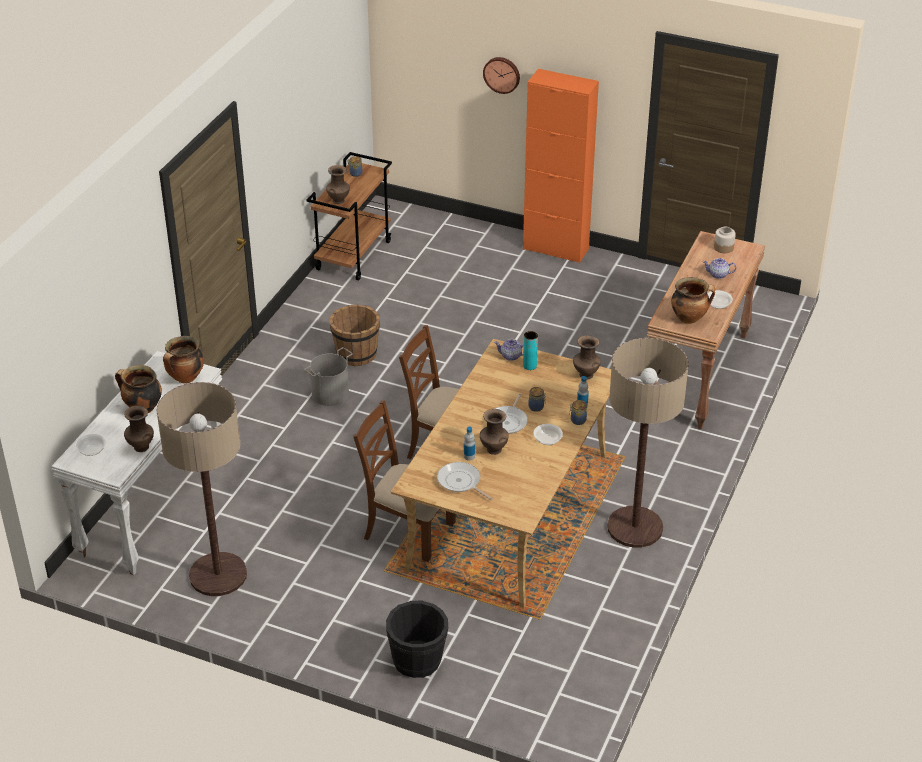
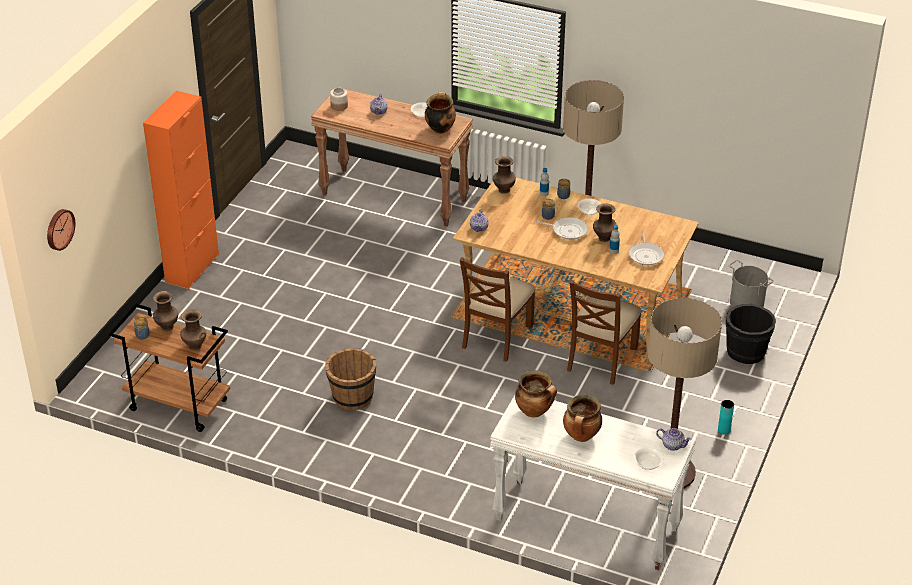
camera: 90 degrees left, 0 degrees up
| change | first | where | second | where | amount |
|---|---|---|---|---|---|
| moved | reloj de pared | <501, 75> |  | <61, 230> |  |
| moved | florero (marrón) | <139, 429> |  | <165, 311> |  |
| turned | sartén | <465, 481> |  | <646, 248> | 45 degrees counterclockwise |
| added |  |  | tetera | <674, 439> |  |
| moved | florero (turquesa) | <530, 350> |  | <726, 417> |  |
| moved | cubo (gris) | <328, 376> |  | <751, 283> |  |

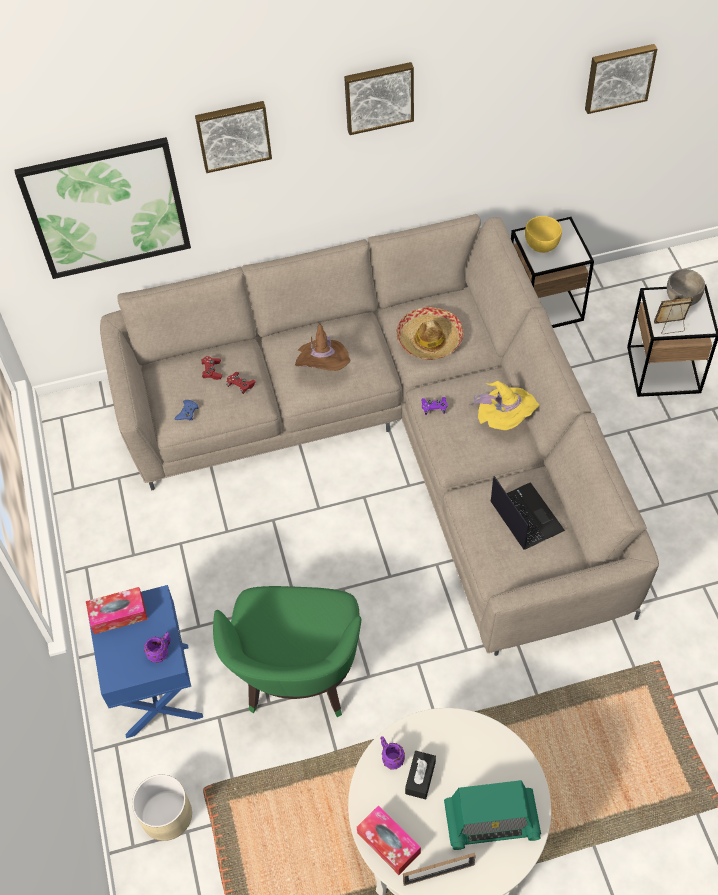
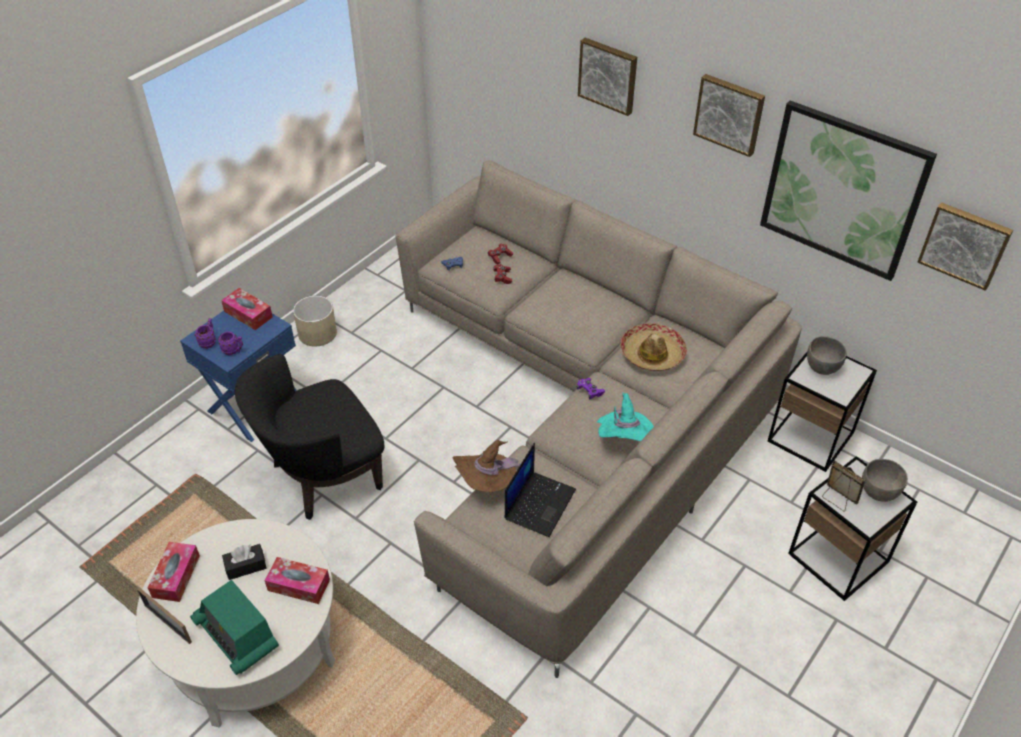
camera: 50 degrees right, 10 degrees down
| change | first | where | second | where | amount |
|---|---|---|---|---|---|
| moved | taza grande (morado) | <392, 753> |  | <205, 333> |  |
| recoloured | sillón (verde) | <287, 651> | sillón (negro) | <309, 437> |  |
| added |  |  | caja de pañuelos | <297, 580> |  |
| moved | maceta (beis) | <162, 807> |  | <315, 321> |  |
| moved | sombrero (marrón) | <322, 347> |  | <487, 466> |  |
| recoloured | sombrero (amarillo) | <504, 405> | sombrero (turquesa) | <625, 417> |  |
| moved | cuadro | <103, 208> |  | <848, 190> |  |
| recoloured | cuenco (amarillo) | <543, 234> | cuenco (gris) | <827, 355> |  |

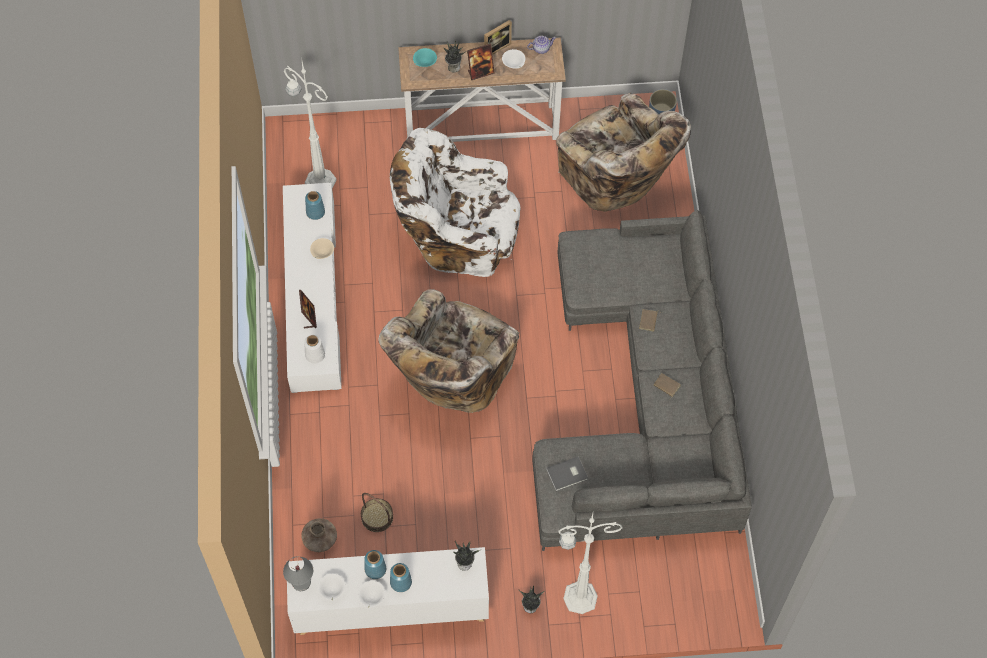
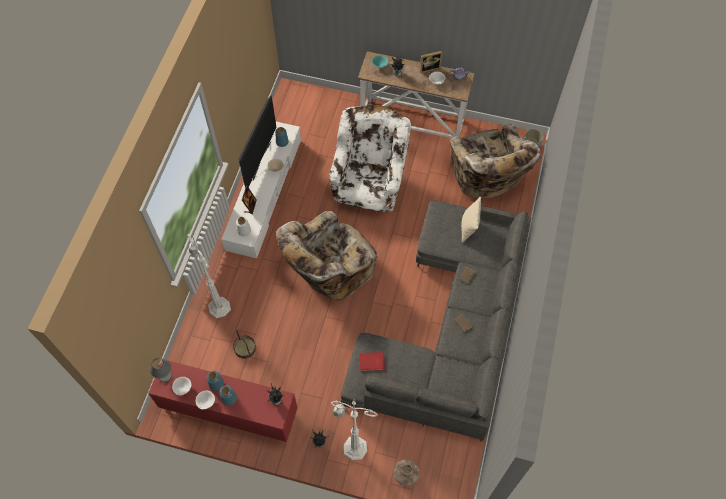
camera: 20 degrees right, 0 degrees up
| change | first | where | second | where | amount |
|---|---|---|---|---|---|
| recoloured | armario (blanco) | <387, 591> | armario (rojo) | <223, 401> |  |
| moved | lámpara de pie (blanco) | <310, 123> |  | <209, 276> |  |
| added |  |  | televisor | <257, 142> |  |
| turned | sillón (blanco) | <455, 202> |  | <370, 159> | 75 degrees clockwise |
| recoloured | libro (gris) | <567, 473> | libro (rojo) | <372, 361> |  |
| moved | florero (marrón) | <319, 535> |  | <407, 472> |  |
| added |  |  | cojín (beis) | <471, 219> |  |
| removed | portarretratos | <481, 61> |  |  |  |

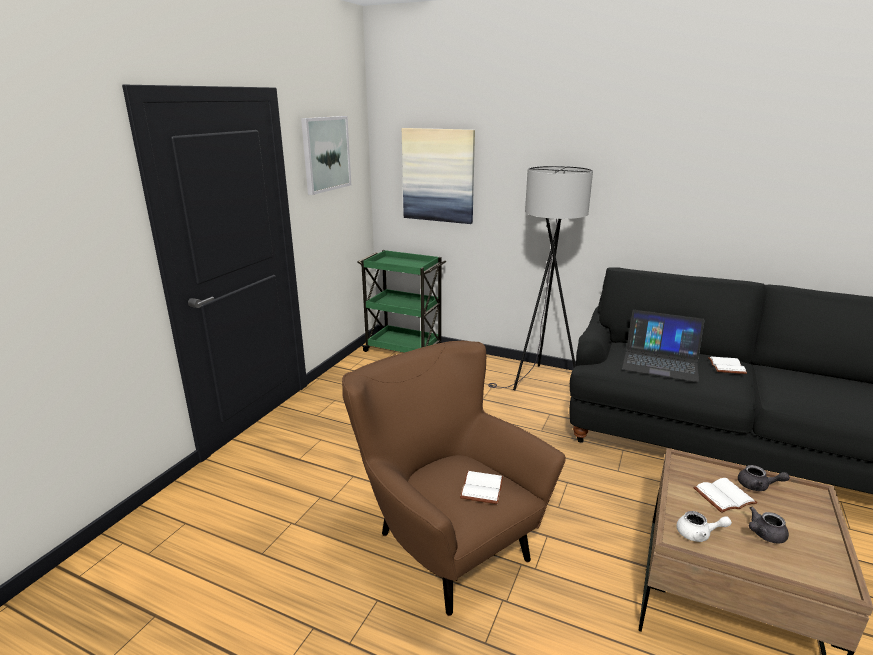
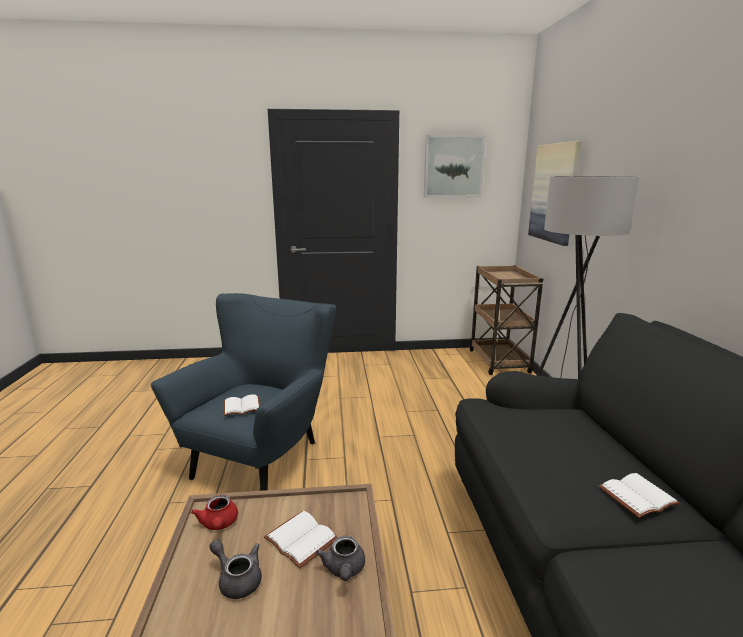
camera: 60 degrees right, 5 degrees down
| change | first | where | second | where | amount |
|---|---|---|---|---|---|
| recoloured | sillón (marrón) | <454, 478> | sillón (azul) | <243, 392> |  |
| recoloured | tetera (blanco) | <704, 526> | tetera (rojo) | <214, 512> |  |
| recoloured | carrito (verde) | <401, 301> | carrito (marrón) | <506, 320> |  |
| removed | portátil | <663, 346> |  |  |  |

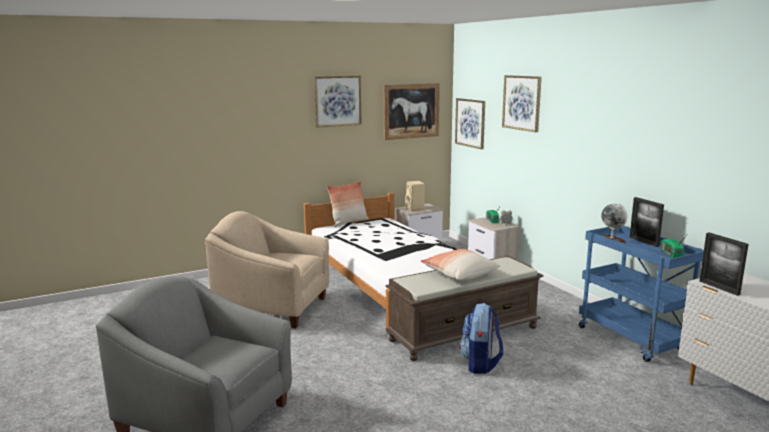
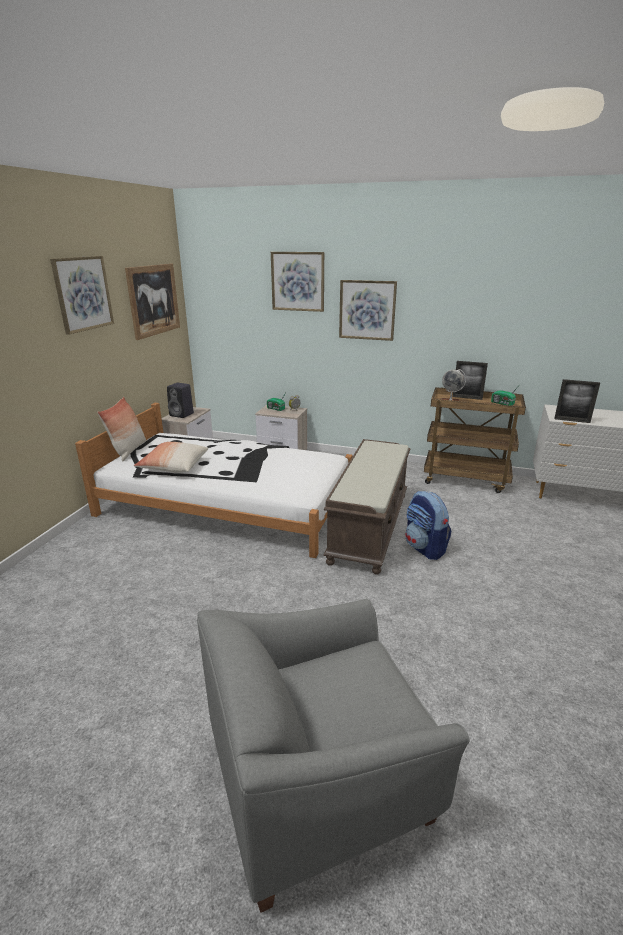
camera: 45 degrees left, 10 degrees up
| change | first | where | second | where | amount |
|---|---|---|---|---|---|
| moved | cojín | <460, 265> |  | <171, 457> |  |
| recoloured | altavoz (beis) | <415, 196> | altavoz (negro) | <180, 400> |  |
| moved | cuadro | <470, 123> |  | <368, 310> |  |
| recoloured | carrito (azul) | <641, 293> | carrito (marrón) | <475, 440> |  |
| removed | sillón (beis) | <267, 269> |  |  |  |

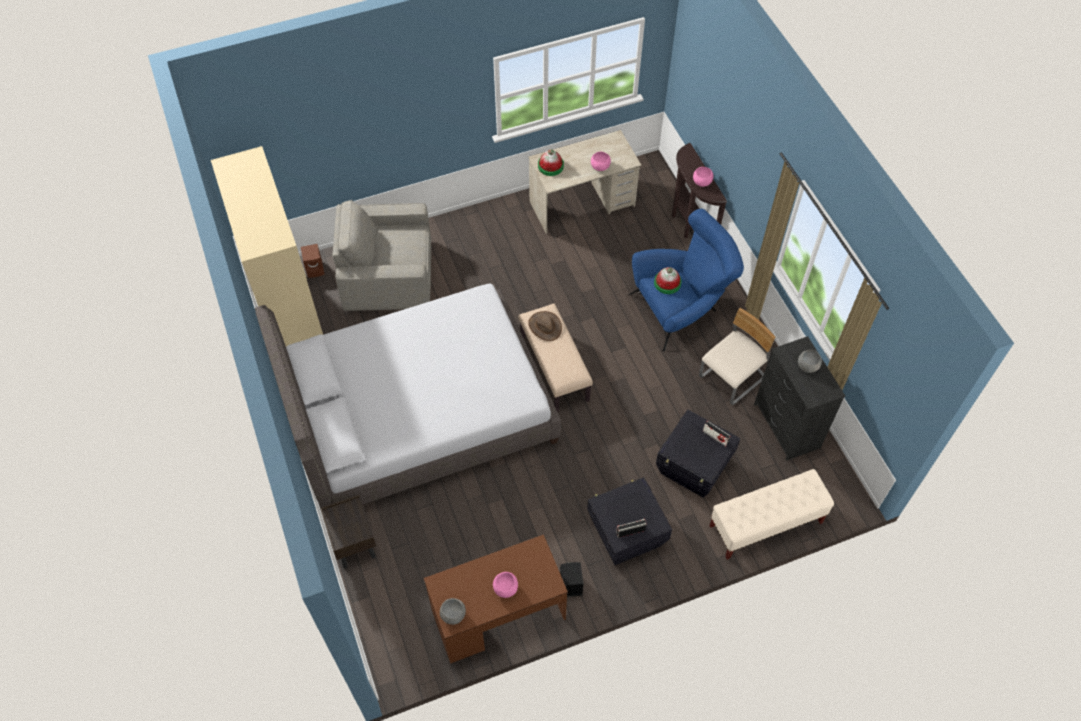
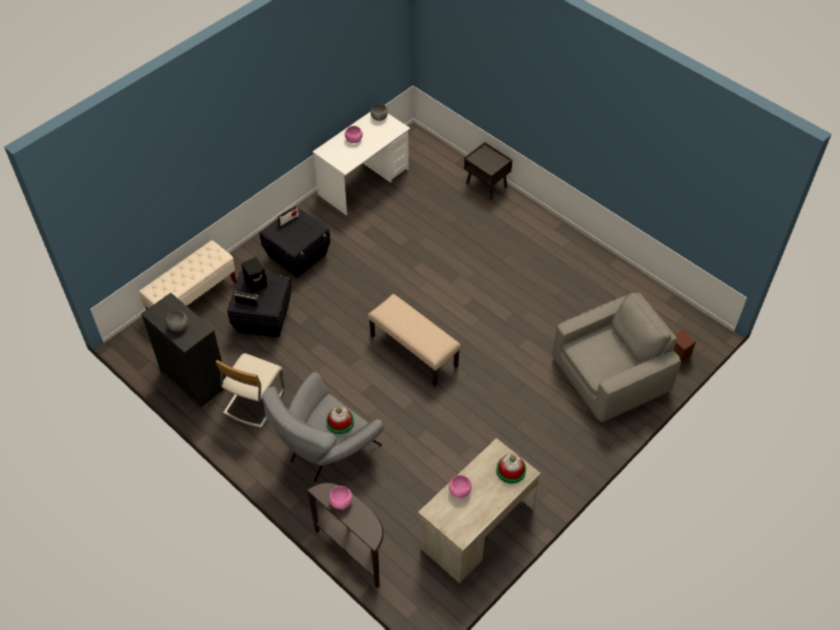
camera: 155 degrees right, 5 degrees down
| change | first | where | second | where | amount |
|---|---|---|---|---|---|
| moved | altavoz (negro) | <571, 579> |  | <254, 275> |  |
| recoloured | sillón (azul) | <686, 280> | sillón (gris) | <323, 427> |  |
| recoloured | escritorio (marrón) | <496, 599> | escritorio (blanco) | <361, 163> |  |
| removed | armario ropero (beis) | <267, 246> |  |  |  |
| removed | cama (gris) | <408, 395> |  |  |  |
| removed | sombrero (marrón) | <545, 326> |  |  |  |

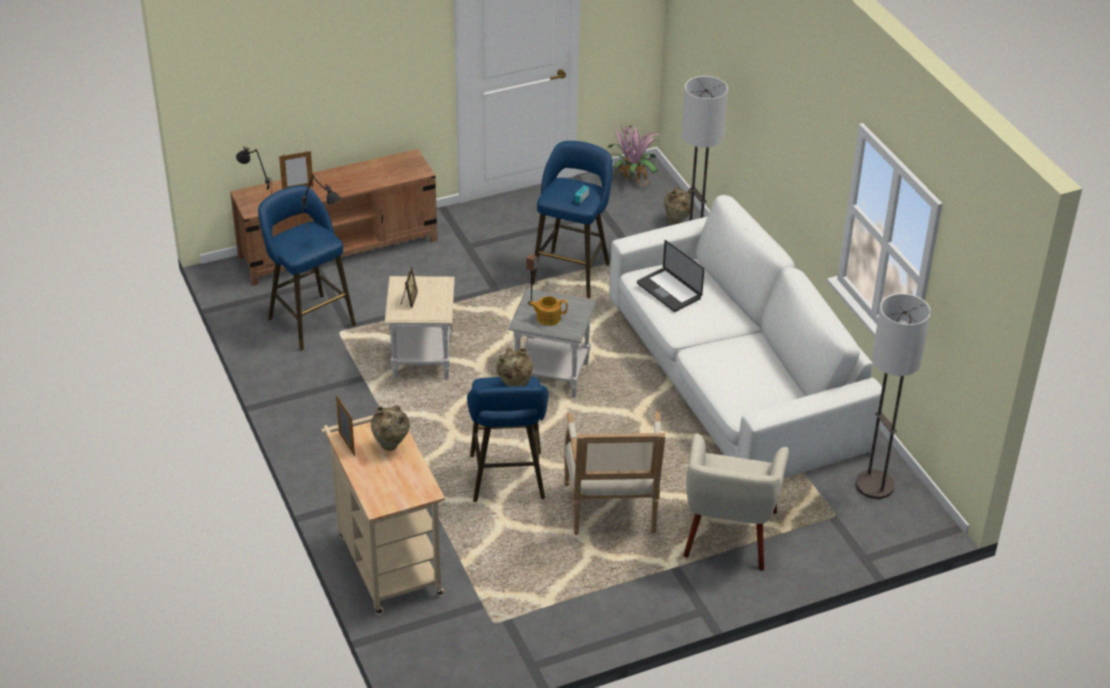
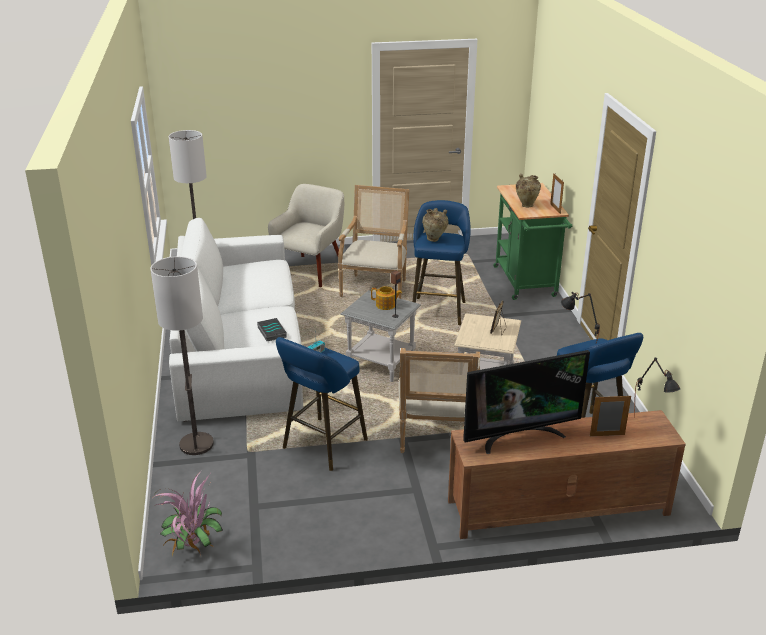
camera: 165 degrees left, 10 degrees down
| change | first | where | second | where | amount |
|---|---|---|---|---|---|
| replaced | portátil | <670, 276> | libro | <271, 329> |  |
| added |  |  | sillón | <439, 400> |  |
| added |  |  | televisor | <526, 402> |  |
| recoloured | carrito (beis) | <383, 515> | carrito (verde) | <532, 241> |  |
| removed | florero (beis) | <679, 206> |  |  |  |

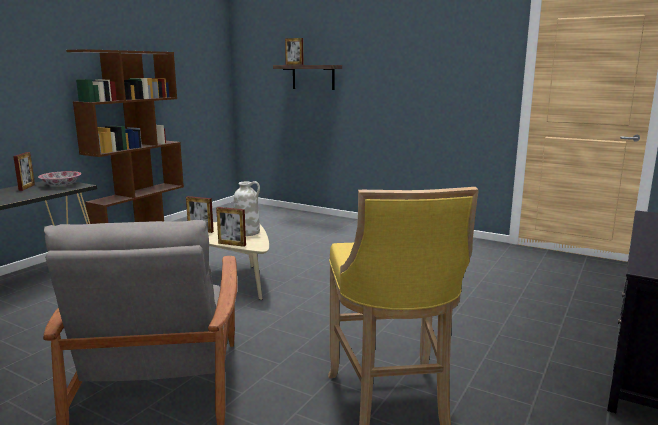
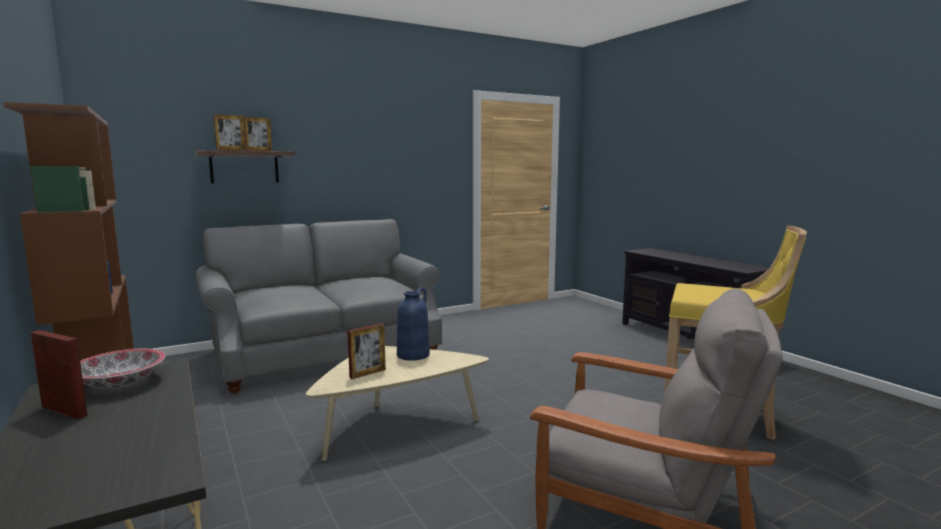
camera: 60 degrees left, 5 degrees down
| change | first | where | second | where | amount |
|---|---|---|---|---|---|
| added |  |  | sofá (gris) | <319, 306> |  |
| moved | portarretratos | <231, 227> |  | <258, 134> |  |
| recoloured | florero (blanco) | <247, 208> | florero (azul) | <413, 324> |  |

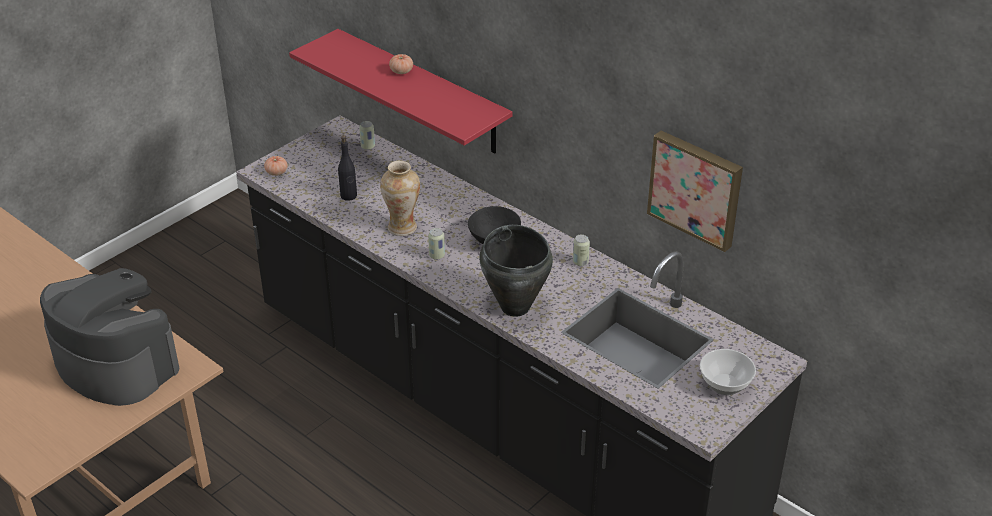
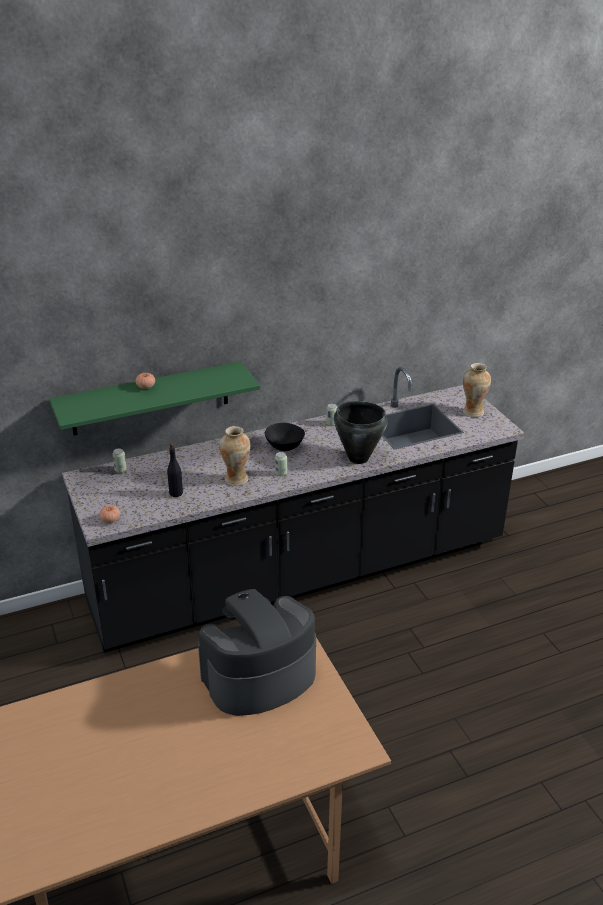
camera: 65 degrees left, 5 degrees down
| change | first | where | second | where | amount |
|---|---|---|---|---|---|
| recoloured | estante (rojo) | <401, 91> | estante (verde) | <154, 398> |  |
| replaced | cuenco | <728, 372> | florero | <477, 390> |  |
| removed | cuadro | <695, 191> |  |  |  |

